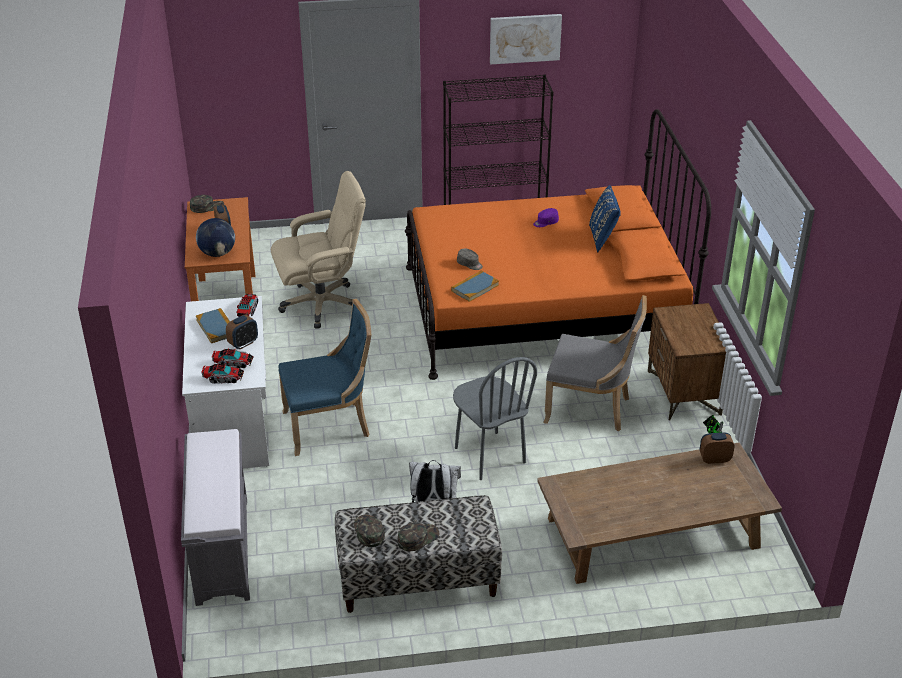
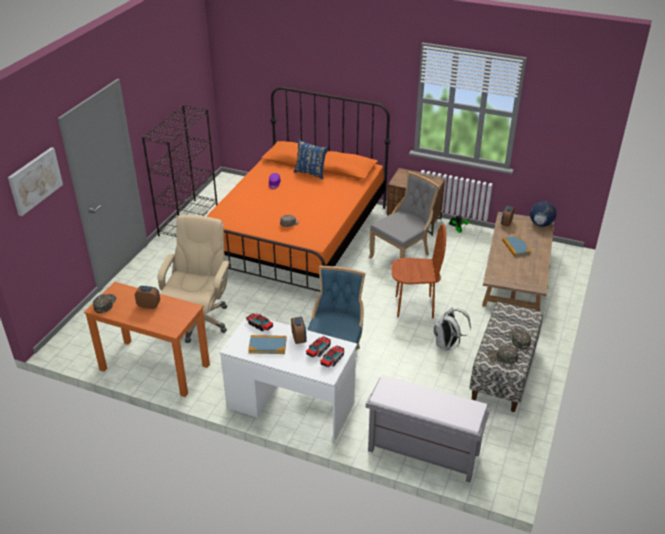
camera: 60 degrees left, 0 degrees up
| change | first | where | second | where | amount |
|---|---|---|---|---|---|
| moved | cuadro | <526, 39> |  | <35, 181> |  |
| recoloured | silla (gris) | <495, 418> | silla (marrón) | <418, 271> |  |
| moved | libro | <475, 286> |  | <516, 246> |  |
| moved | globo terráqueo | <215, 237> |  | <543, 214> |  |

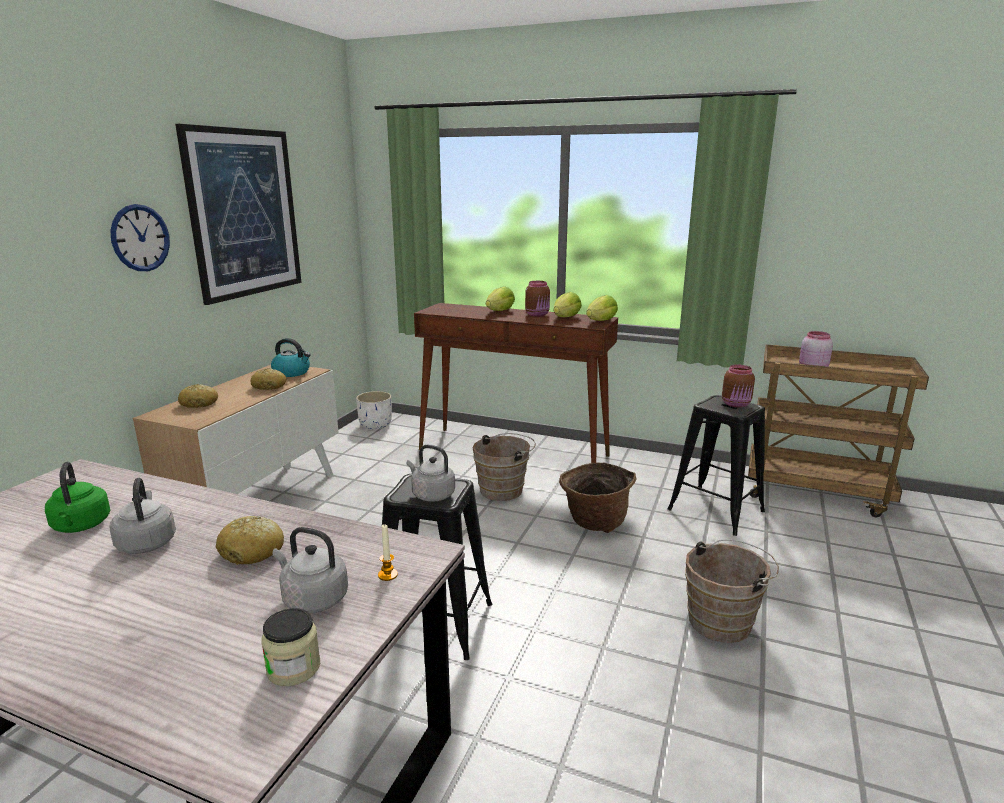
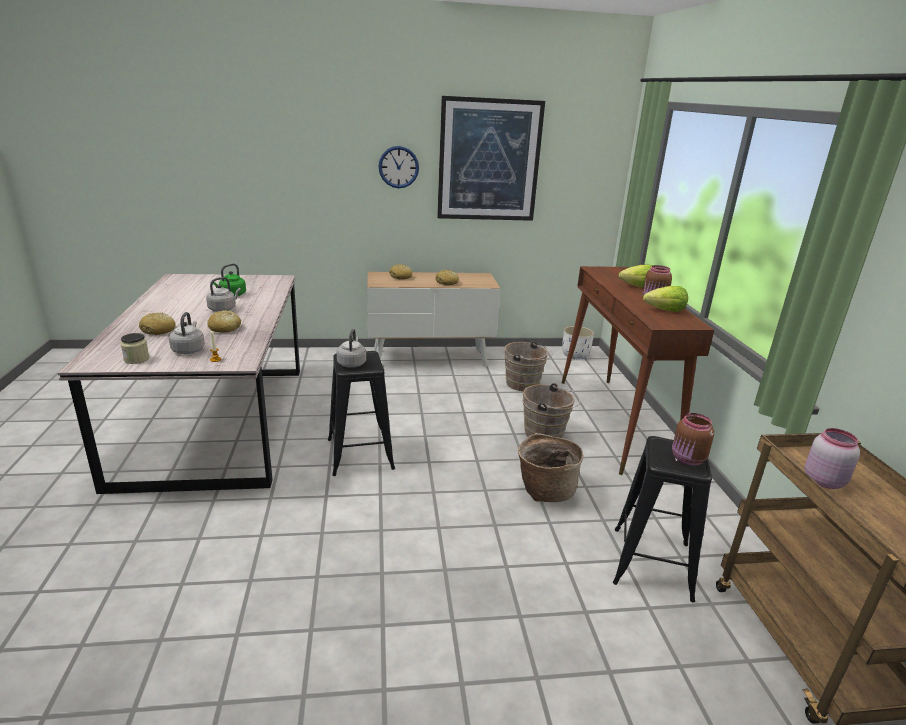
camera: 60 degrees right, 5 degrees up
| change | first | where | second | where | amount |
|---|---|---|---|---|---|
| added |  |  | pan | <157, 324> |  |
| moved | cubo (marrón) | <732, 591> |  | <528, 366> |  |
| removed | hervidor | <291, 357> |  |  |  |
| removed | lechuga | <602, 308> |  |  |  |

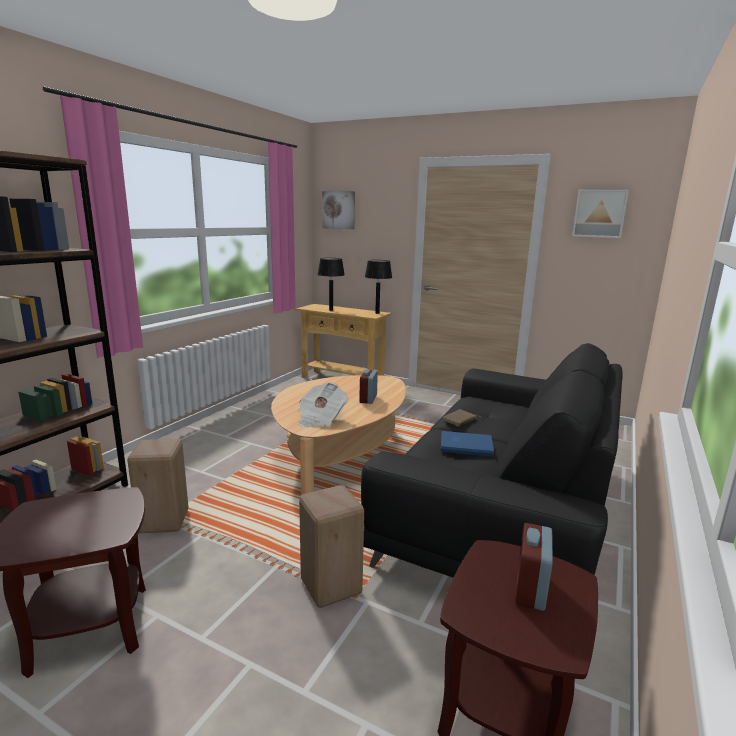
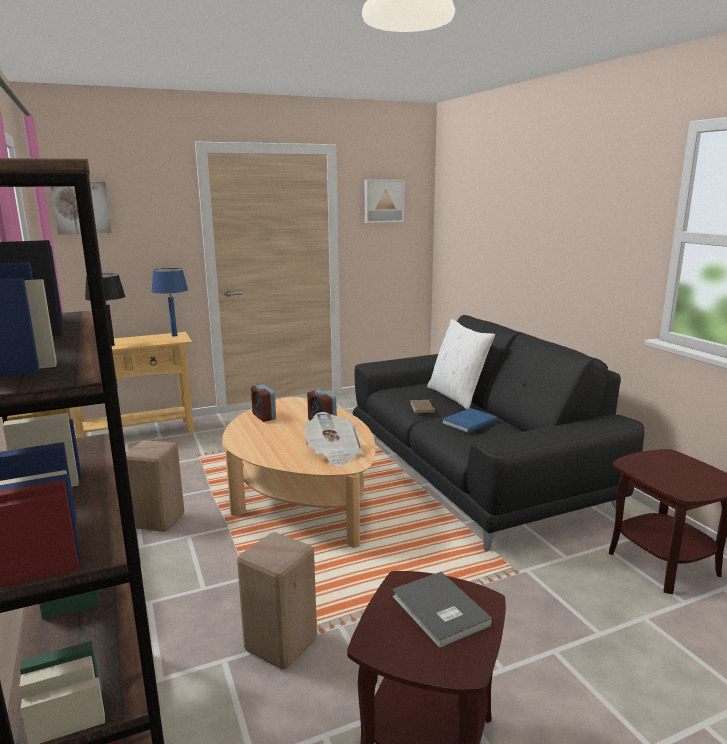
camera: 50 degrees left, 0 degrees up
| change | first | where | second | where | amount |
|---|---|---|---|---|---|
| moved | taburete (beis) | <331, 546> |  | <155, 486> |  |
| recoloured | lámpara de mesa (negro) | <378, 287> | lámpara de mesa (azul) | <169, 302> |  |
| moved | despertador | <534, 567> |  | <263, 403> |  |
| added |  |  | libro (gris) | <442, 610> |  |
| added |  |  | cojín (blanco) | <461, 364> |  |

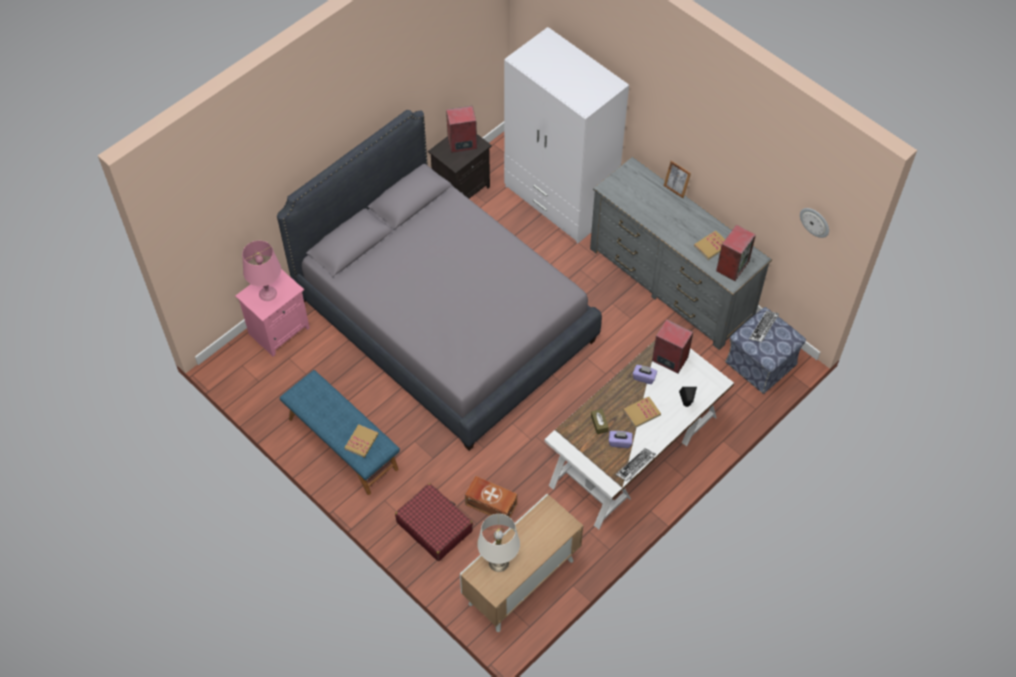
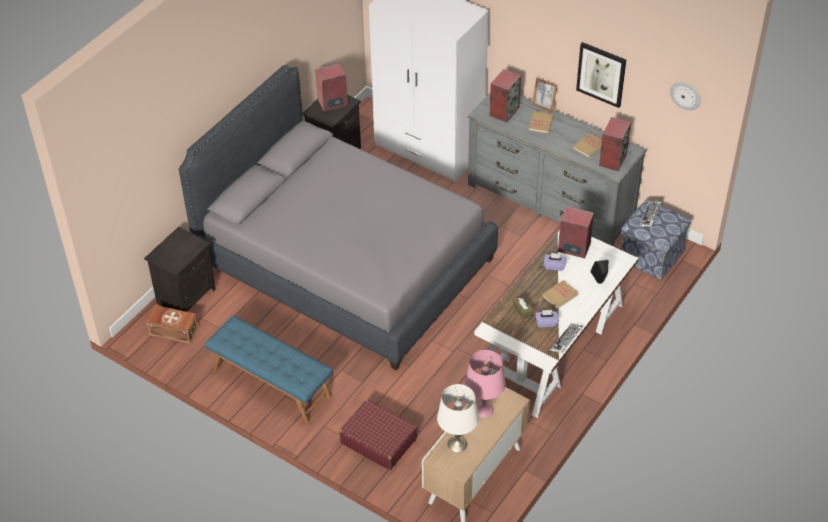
camera: 10 degrees left, 10 degrees down
| change | first | where | second | where | amount |
|---|---|---|---|---|---|
| recoloured | mesita de noche (rosa) | <272, 313> | mesita de noche (negro) | <180, 269> |  |
| moved | caja de almacenaje (marrón) | <491, 496> |  | <172, 324> |  |
| moved | lámpara de mesa (rosa) | <261, 271> |  | <485, 384> |  |
| added |  |  | altavoz | <505, 95> |  |
| moved | libro | <361, 441> |  | <541, 122> |  |
| added |  |  | cuadro | <601, 75> |  |

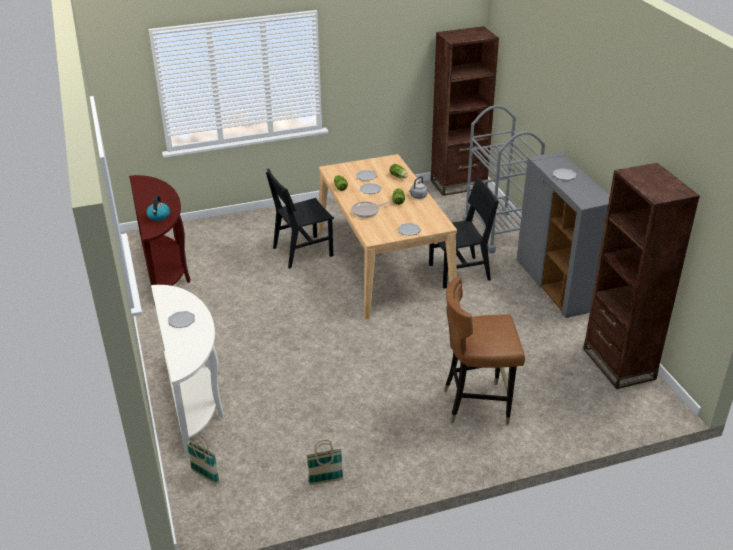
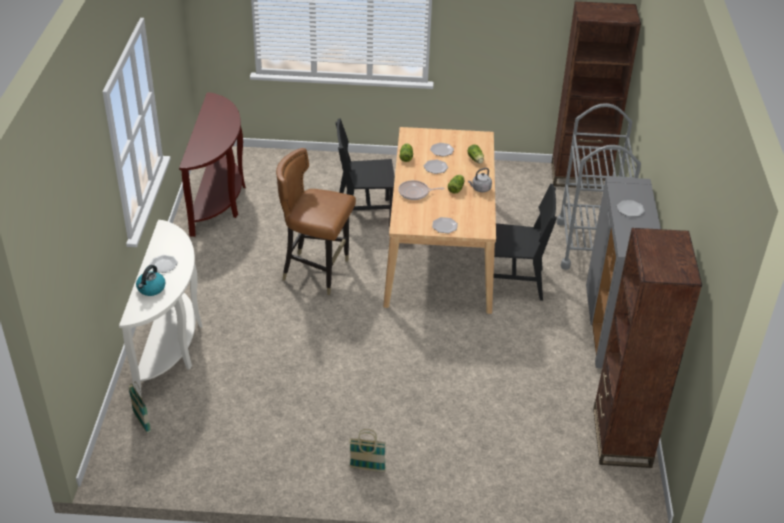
camera: 20 degrees right, 5 degrees up
| change | first | where | second | where | amount |
|---|---|---|---|---|---|
| moved | hervidor | <158, 208> |  | <151, 280> |  |
| moved | silla (marrón) | <484, 351> |  | <316, 221> |  |
| moved | cesta | <325, 462> |  | <367, 450> |  |

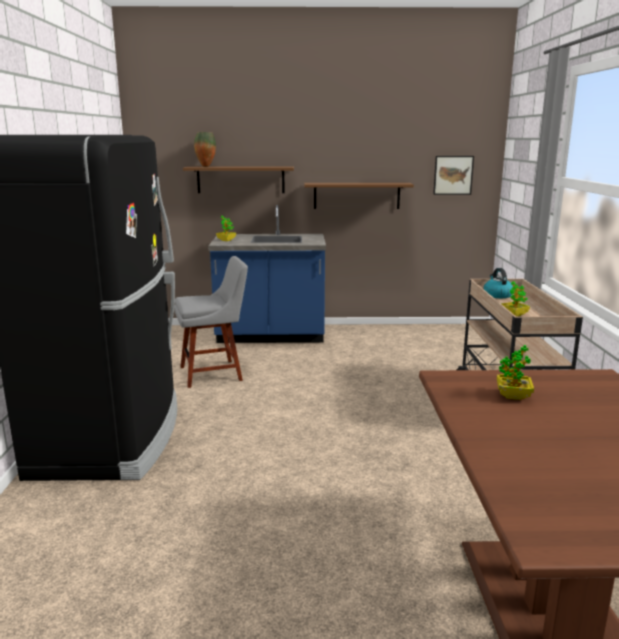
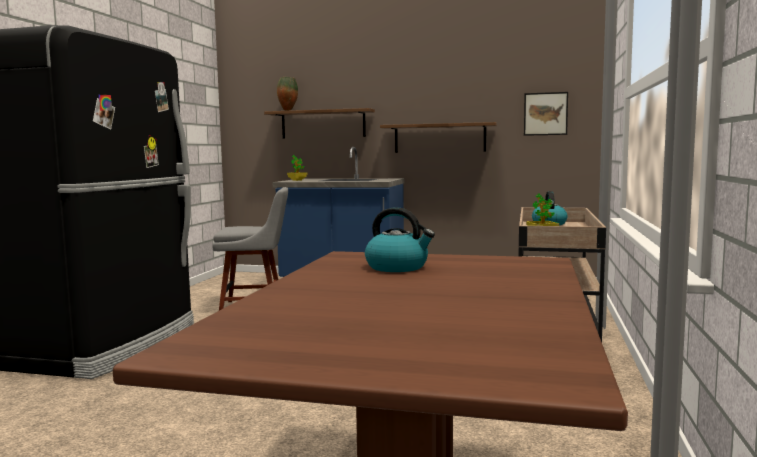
camera: 15 degrees right, 10 degrees down
| change | first | where | second | where | amount |
|---|---|---|---|---|---|
| replaced | planta en maceta | <515, 372> | hervidor | <400, 239> |  |

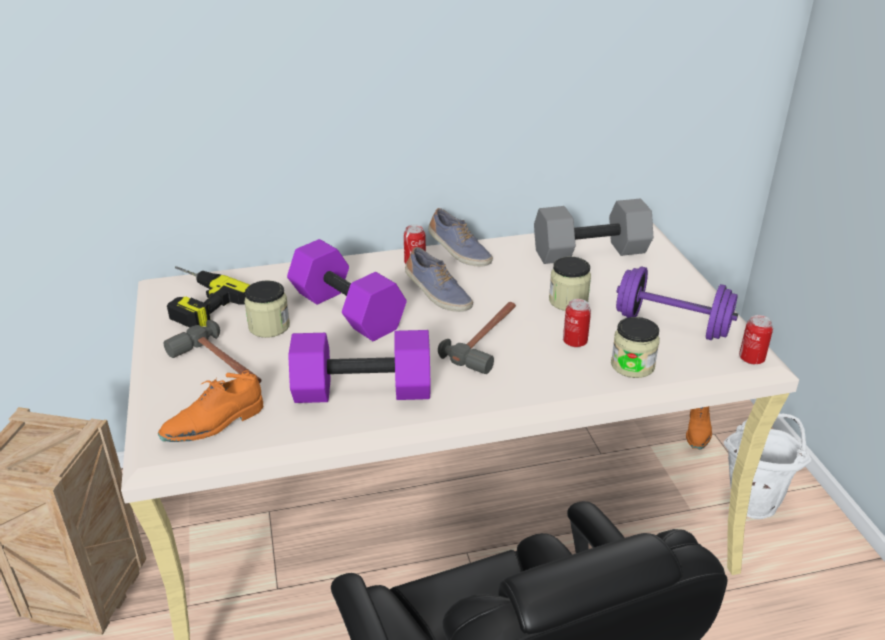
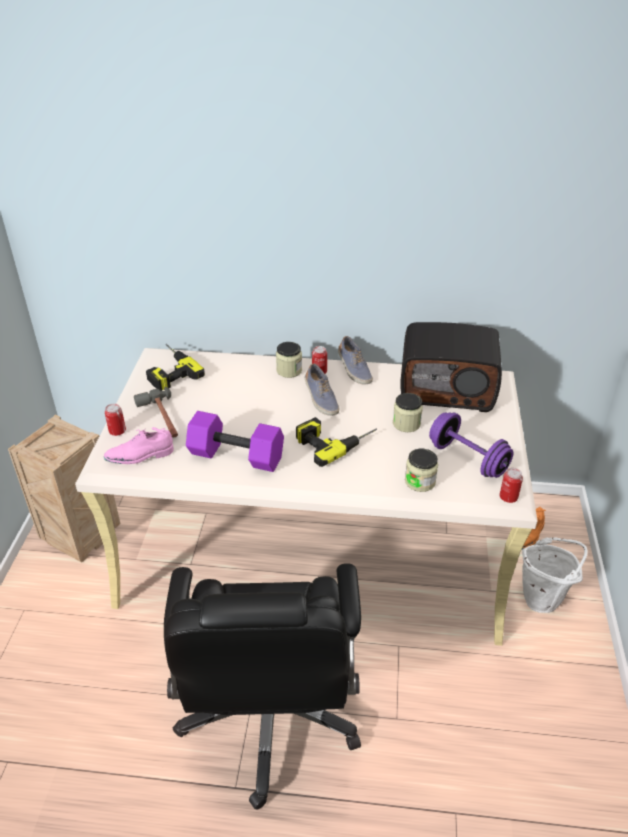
camera: 20 degrees right, 5 degrees up
| change | first | where | second | where | amount |
|---|---|---|---|---|---|
| recoloured | zapato (naranja) | <210, 406> | zapato (rosa) | <139, 445> |  |
| moved | lata | <577, 323> |  | <115, 420> |  |
| moved | tarro | <267, 309> |  | <289, 360> |  |
| replaced | martillo | <477, 338> | taladro | <336, 442> |  |
| replaced | mancuerna (gris) | <593, 231> | radio | <451, 367> |  |
| removed | mancuerna (morado) | <347, 290> |  |  |  |

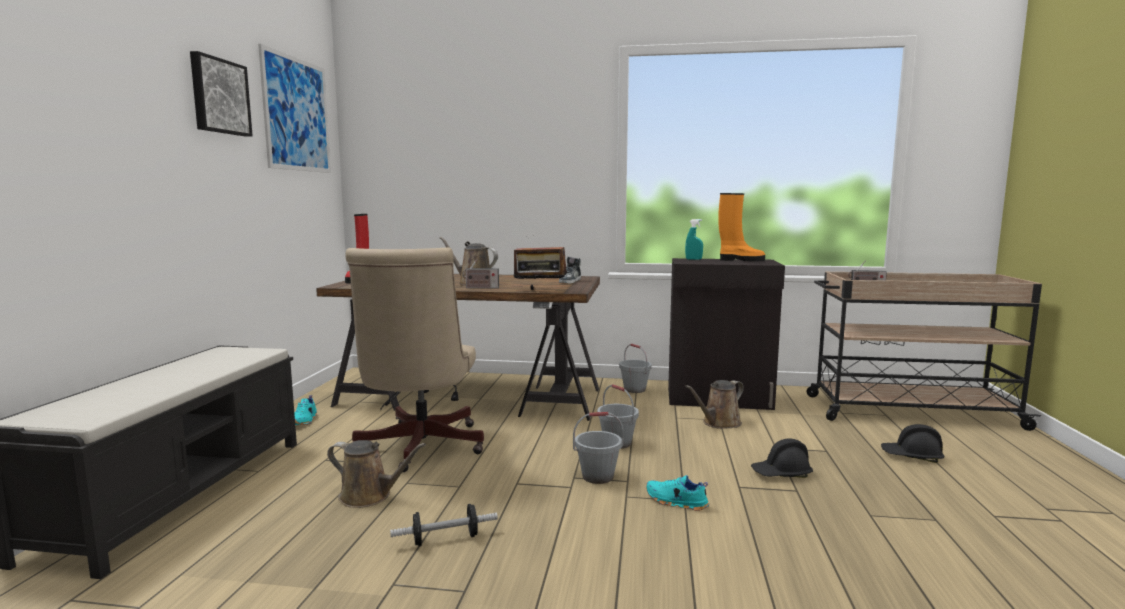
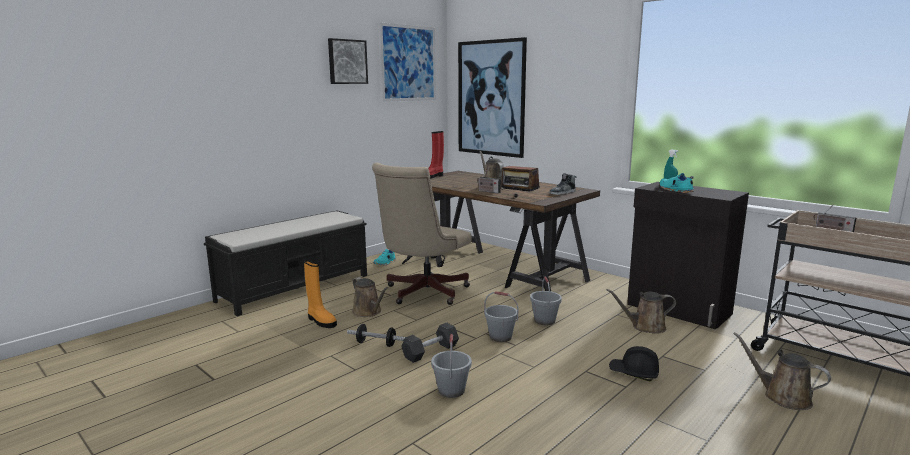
camera: 35 degrees right, 5 degrees up
| change | first | where | second | where | amount |
|---|---|---|---|---|---|
| moved | bota (naranja) | <741, 227> |  | <320, 294> |  |
| added |  |  | mancuerna (gris) | <430, 343> |  |
| moved | cubo (gris) | <635, 368> |  | <451, 366> |  |
| added |  |  | cuadro | <492, 97> |  |
| moved | zapato (turquesa) | <677, 493> |  | <677, 183> |  |
| replaced | casco (negro) | <913, 443> | regadera (marrón) | <782, 371> |  |

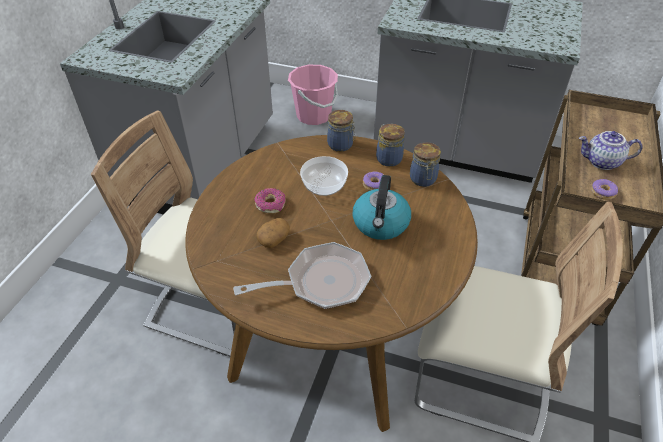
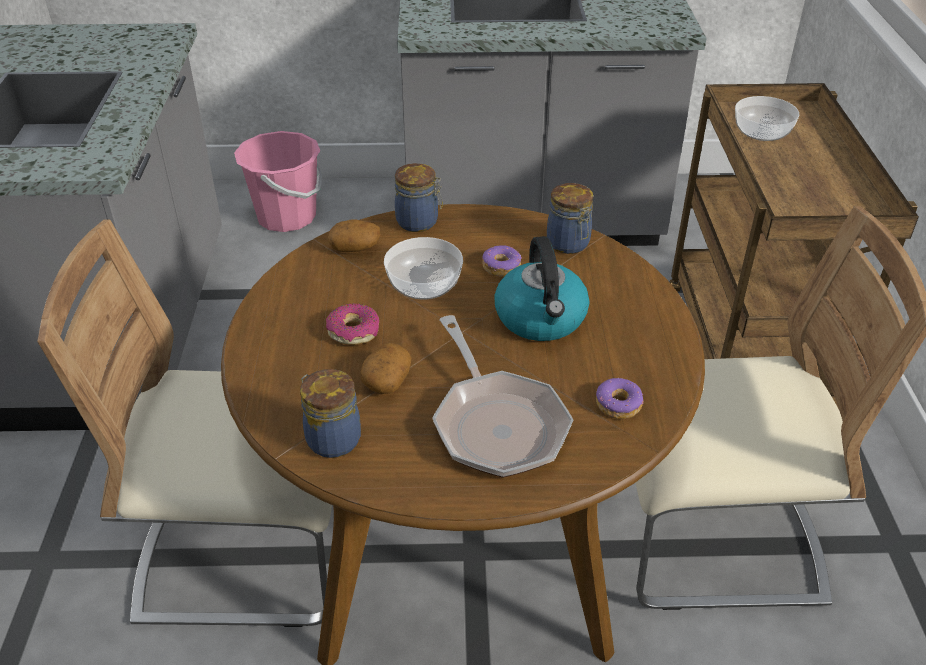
camera: 20 degrees left, 5 degrees down
| change | first | where | second | where | amount |
|---|---|---|---|---|---|
| moved | tarro | <390, 145> |  | <330, 413> |  |
| added |  |  | patata | <354, 235> |  |
| turned | sartén | <302, 275> |  | <503, 396> | 105 degrees clockwise |
| moved | rosquilla | <604, 189> |  | <620, 398> |  |
| added |  |  | cuenco | <767, 118> |  |
| removed | tetera | <610, 150> |  |  |  |

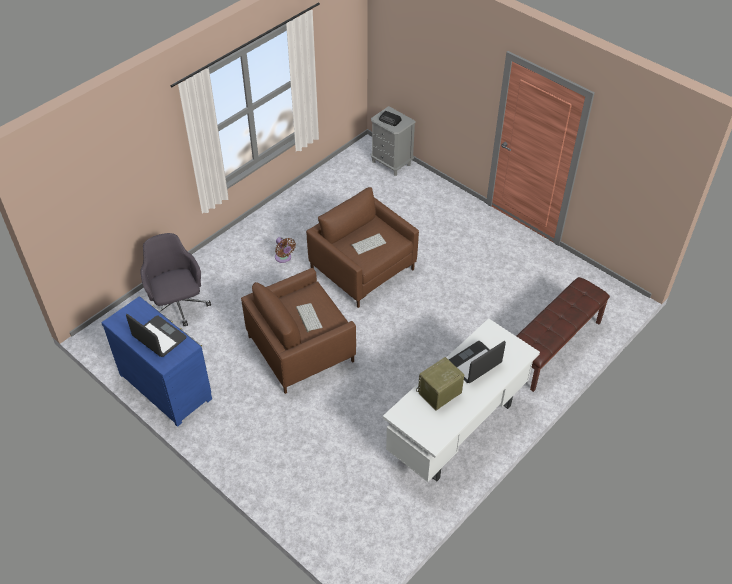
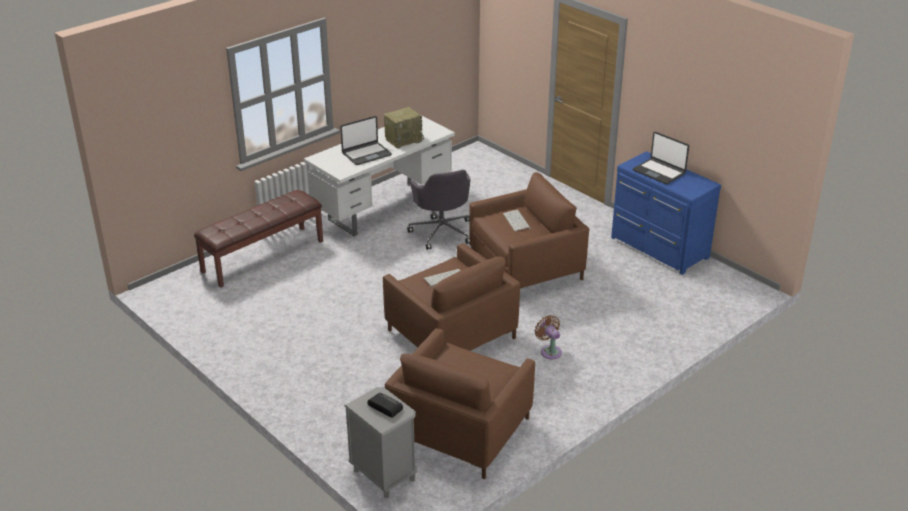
camera: 175 degrees left, 15 degrees down
| change | first | where | second | where | amount |
|---|---|---|---|---|---|
| added |  |  | sillón (marrón) | <459, 403> |  |
| moved | silla de oficina (gris) | <175, 279> |  | <438, 210> |  |

